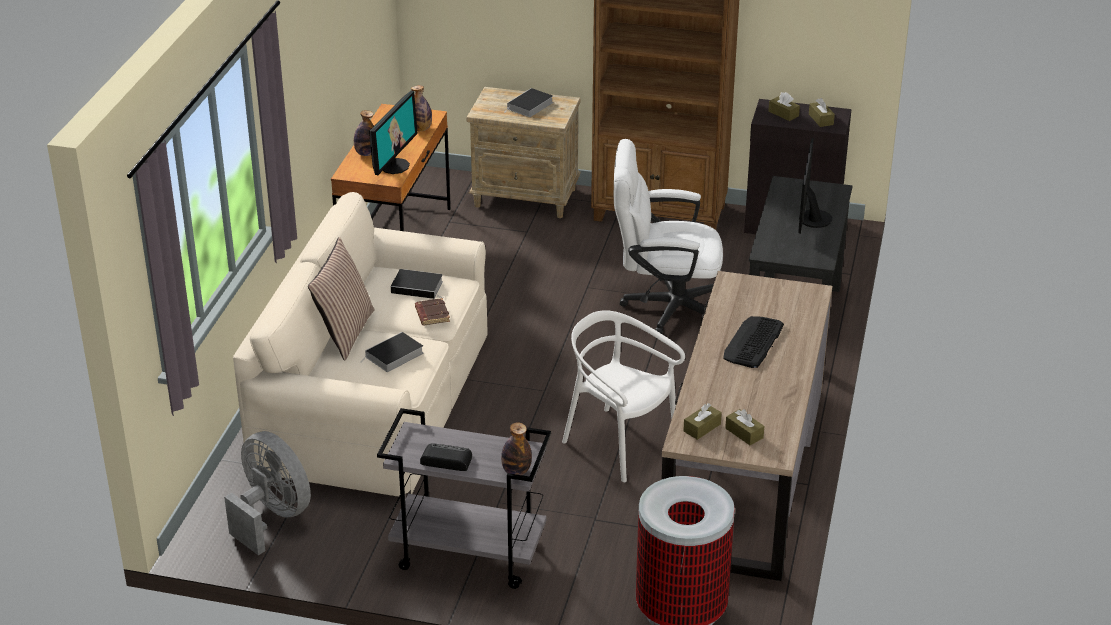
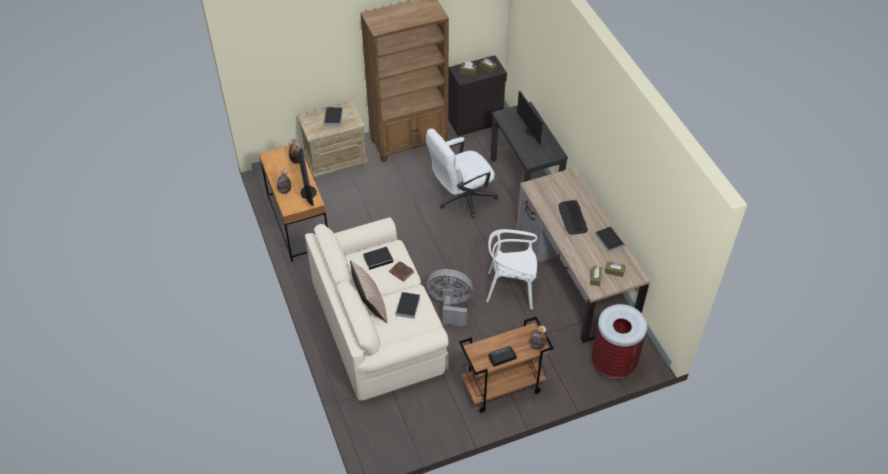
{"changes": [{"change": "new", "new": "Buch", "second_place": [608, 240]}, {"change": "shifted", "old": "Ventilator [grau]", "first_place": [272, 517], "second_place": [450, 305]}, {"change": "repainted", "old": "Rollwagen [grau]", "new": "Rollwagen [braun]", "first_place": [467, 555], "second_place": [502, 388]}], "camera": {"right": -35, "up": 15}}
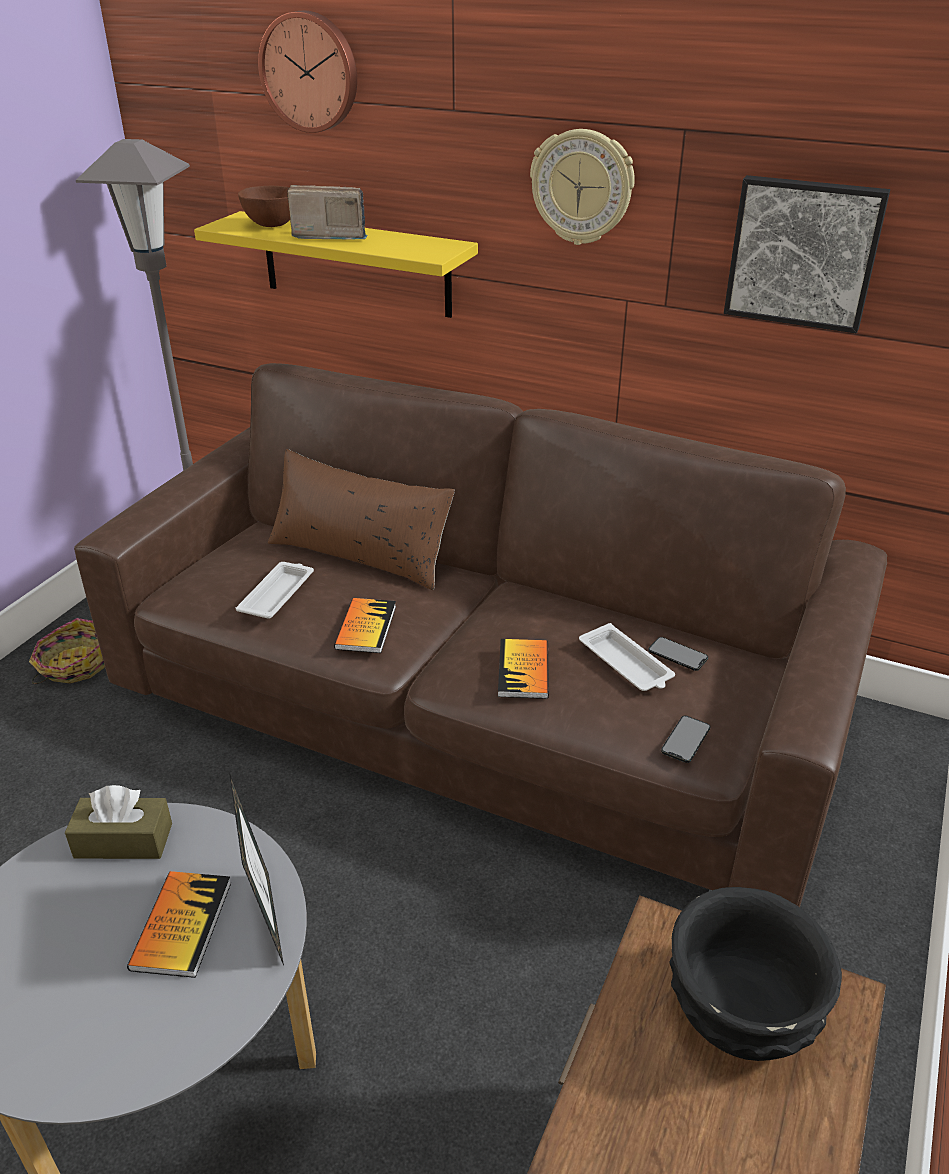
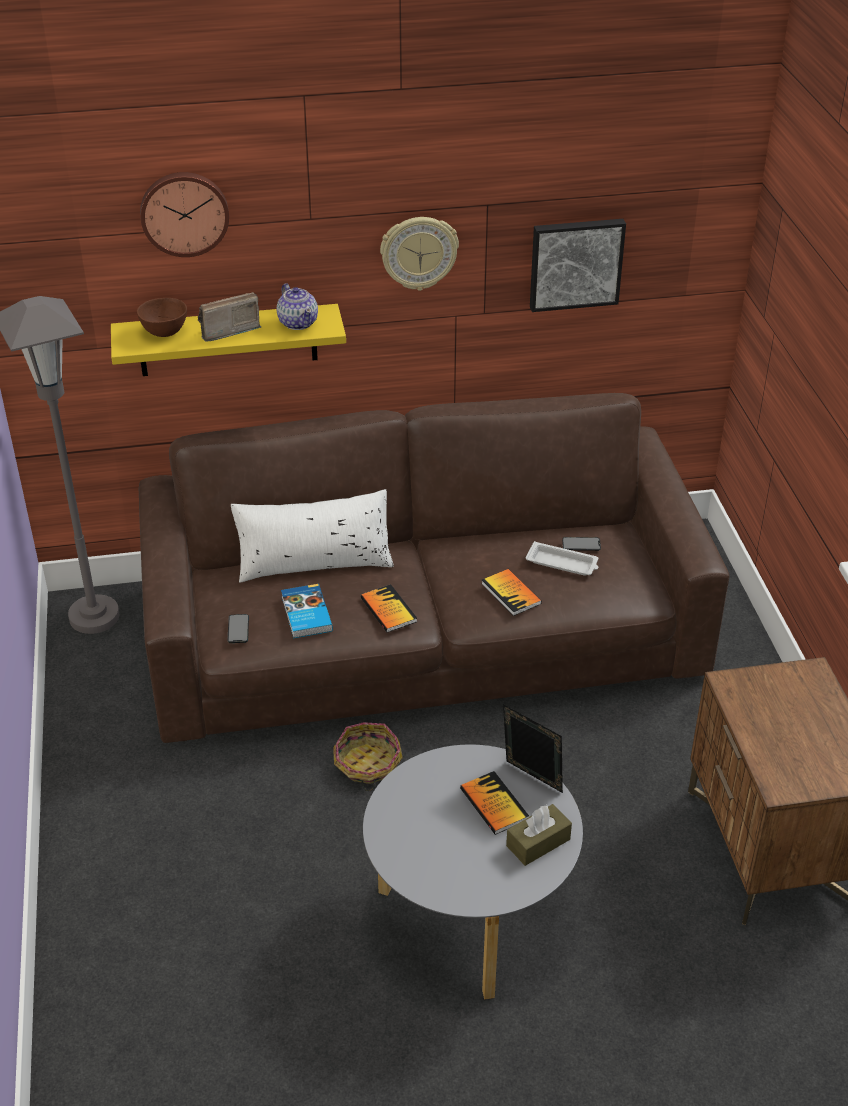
{"changes": [{"change": "gone", "old": "Schüssel [schwarz]", "first_place": [741, 1006]}, {"change": "new", "new": "Teekanne", "second_place": [298, 322]}, {"change": "shifted", "old": "Korb", "first_place": [74, 664], "second_place": [367, 764]}, {"change": "shifted", "old": "Taschentuchbox [braun]", "first_place": [123, 841], "second_place": [538, 842]}, {"change": "shifted", "old": "Handy", "first_place": [685, 739], "second_place": [238, 629]}, {"change": "swapped", "old": "Tablett [weiß]", "new": "Buch", "first_place": [277, 594], "second_place": [305, 614]}, {"change": "repainted", "old": "Kissen [braun]", "new": "Kissen [weiß]", "first_place": [360, 554], "second_place": [314, 562]}], "camera": {"right": -35, "up": 5}}
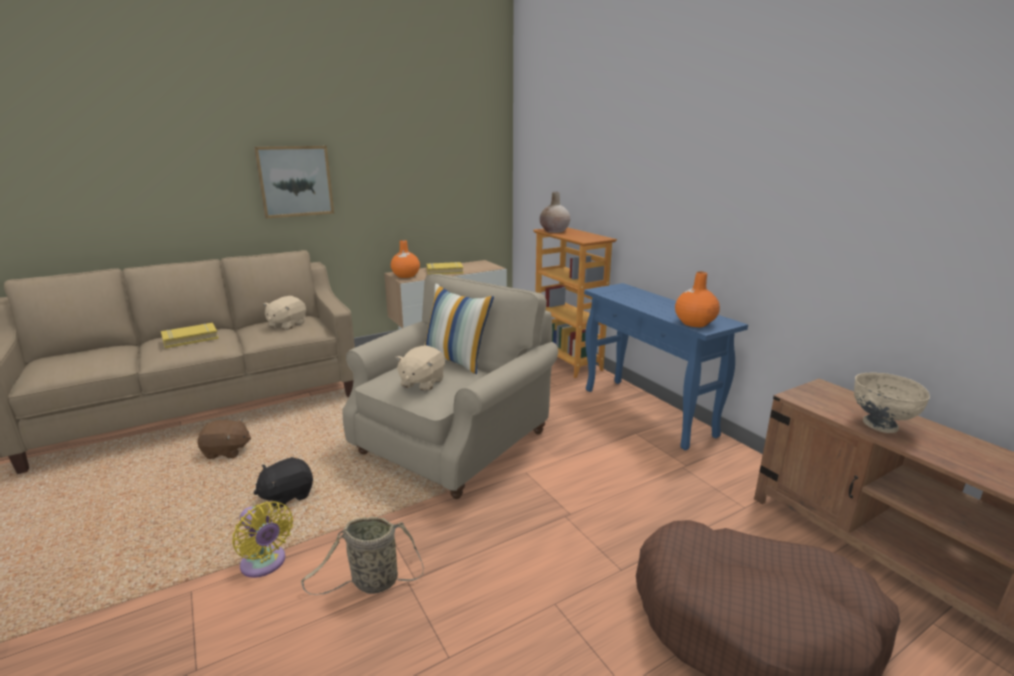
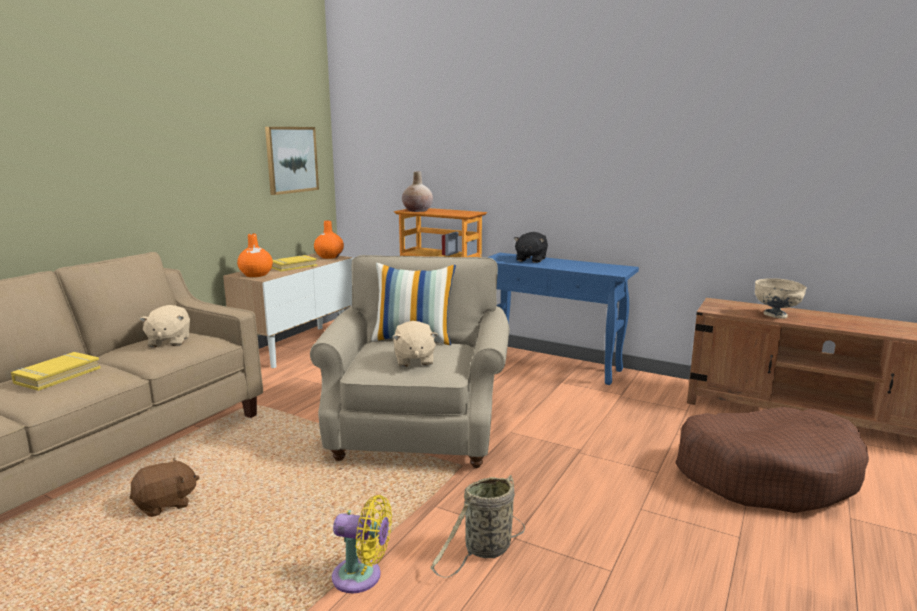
{"changes": [{"change": "shifted", "old": "Bild", "first_place": [295, 181], "second_place": [291, 159]}, {"change": "shifted", "old": "Plüschtier [schwarz]", "first_place": [287, 495], "second_place": [530, 259]}, {"change": "shifted", "old": "Vase [orange]", "first_place": [694, 323], "second_place": [329, 257]}], "camera": {"right": -30, "up": -5}}
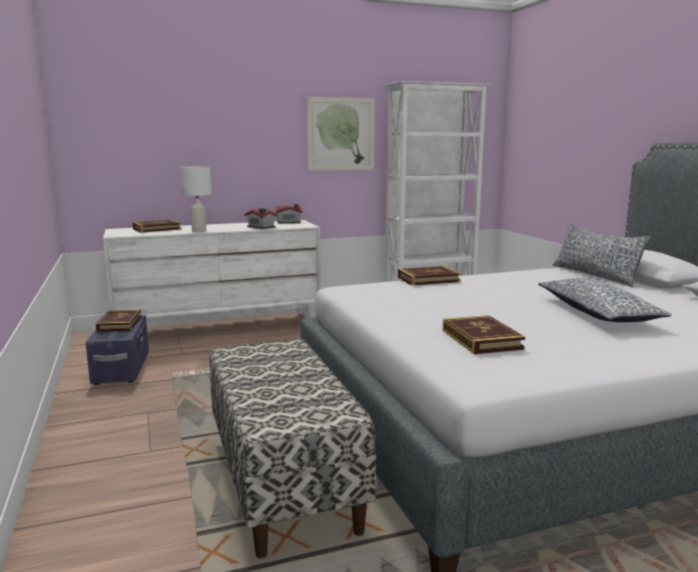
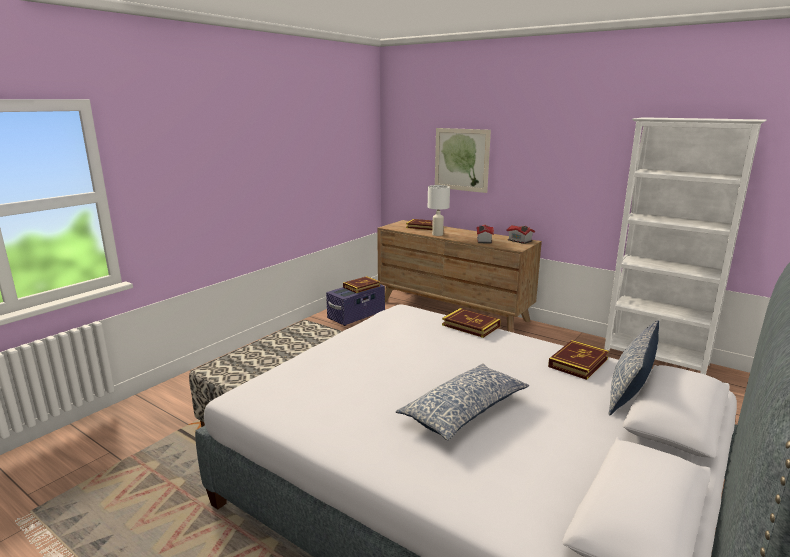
{"changes": [{"change": "shifted", "old": "Bild", "first_place": [341, 134], "second_place": [461, 159]}, {"change": "shifted", "old": "Buch", "first_place": [481, 339], "second_place": [578, 363]}, {"change": "repainted", "old": "Kommode [weiß]", "new": "Kommode [braun]", "first_place": [219, 328], "second_place": [452, 311]}], "camera": {"right": 55, "up": 5}}
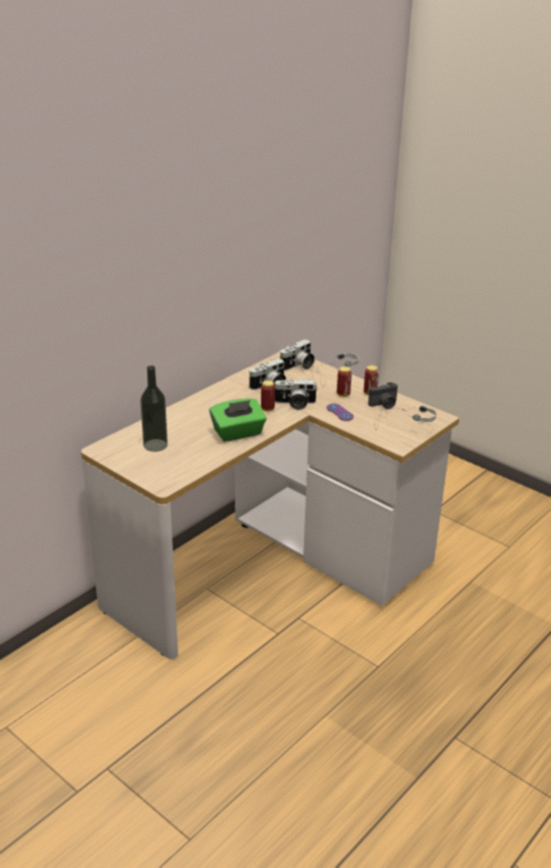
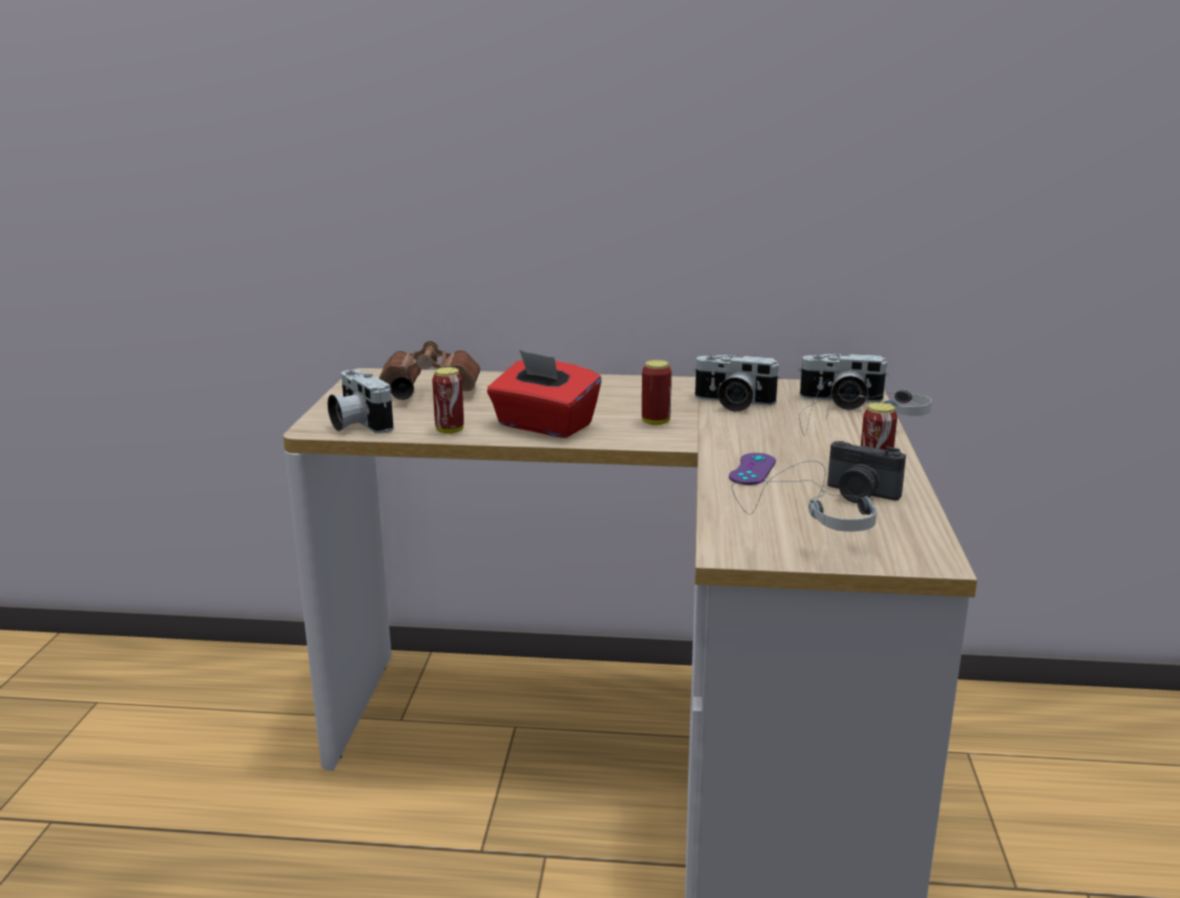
{"changes": [{"change": "shifted", "old": "Kamera", "first_place": [295, 404], "second_place": [357, 424]}, {"change": "shifted", "old": "Dose", "first_place": [343, 394], "second_place": [450, 430]}, {"change": "swapped", "old": "Flasche", "new": "Fernglas [braun]", "first_place": [155, 445], "second_place": [426, 395]}, {"change": "repainted", "old": "Taschentuchbox [grün]", "new": "Taschentuchbox [rot]", "first_place": [238, 433], "second_place": [544, 426]}], "camera": {"right": 55, "up": -10}}
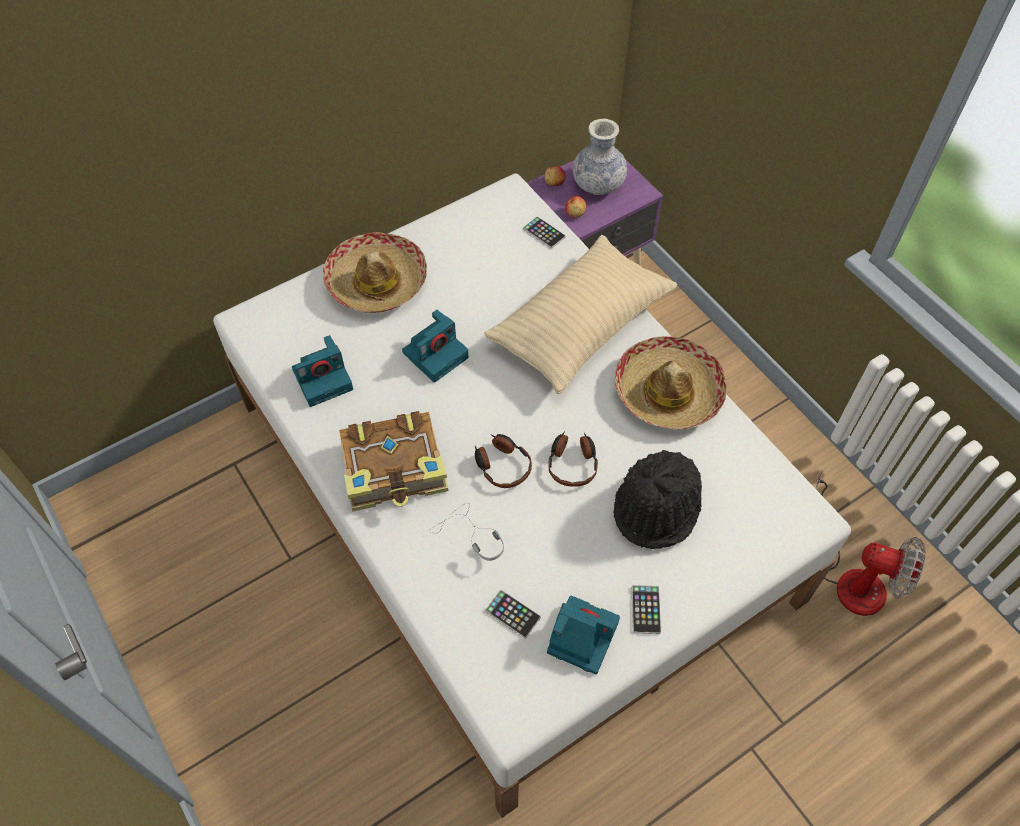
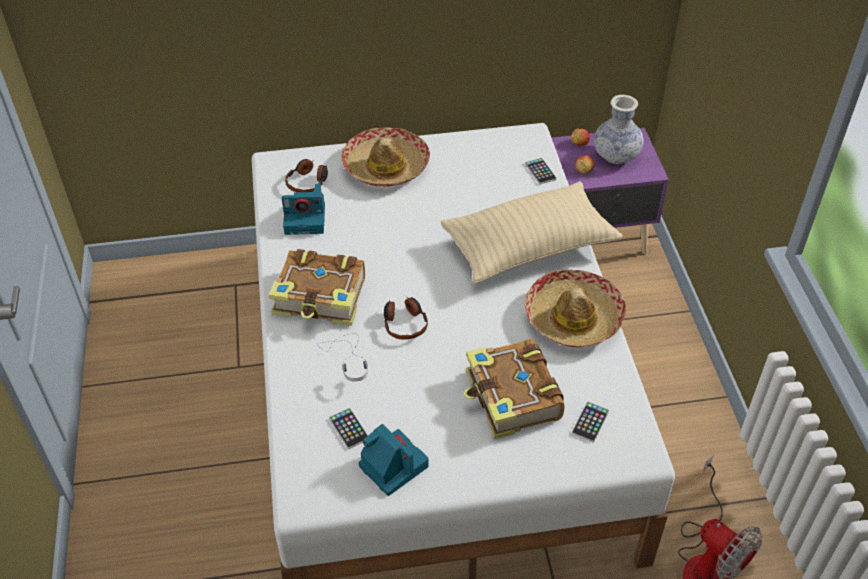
{"changes": [{"change": "gone", "old": "Kamera", "first_place": [436, 354]}, {"change": "shifted", "old": "Kopfhörer", "first_place": [572, 463], "second_place": [308, 182]}, {"change": "shifted", "old": "Handy", "first_place": [646, 609], "second_place": [590, 422]}, {"change": "swapped", "old": "Hut [schwarz]", "new": "Buch", "first_place": [657, 508], "second_place": [512, 398]}], "camera": {"right": 25, "up": -10}}
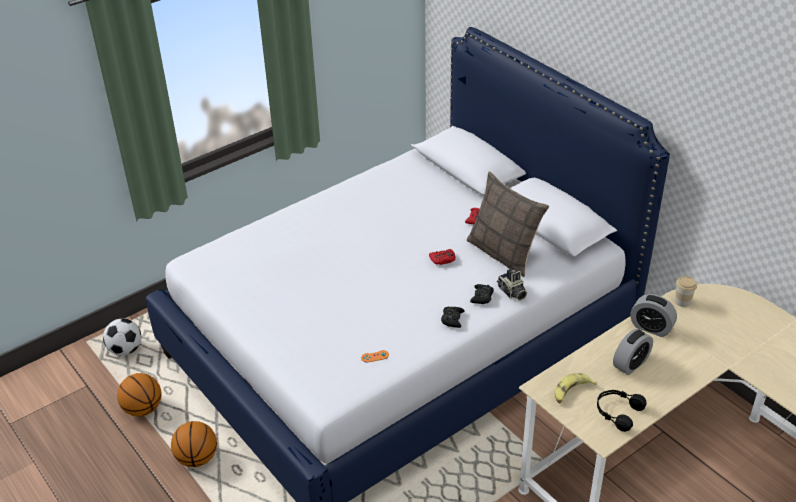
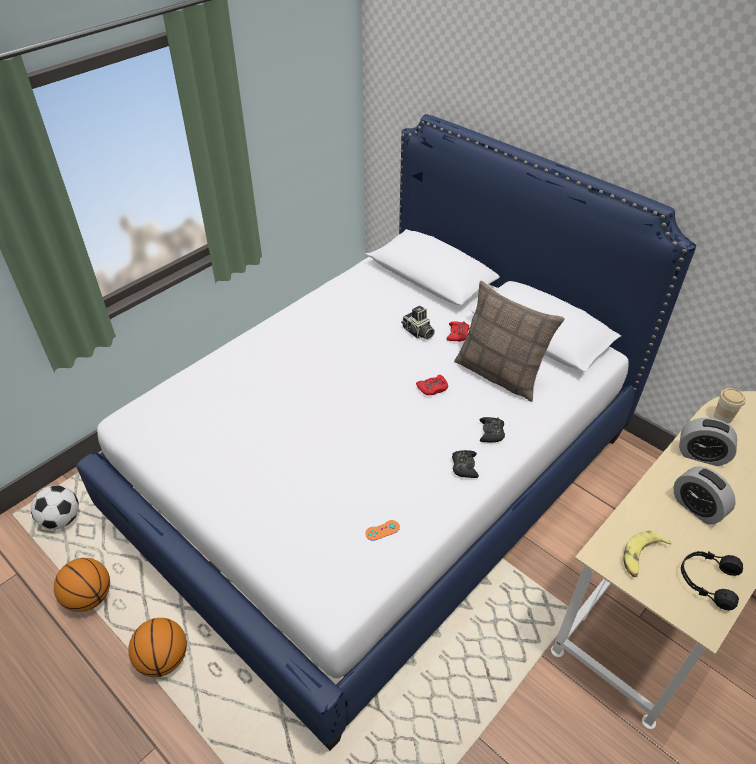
{"changes": [{"change": "shifted", "old": "Kamera", "first_place": [511, 292], "second_place": [418, 332]}, {"change": "rotated", "old": "Wecker", "first_place": [630, 364], "second_place": [697, 508], "degrees": 105}], "camera": {"right": -10, "up": 5}}
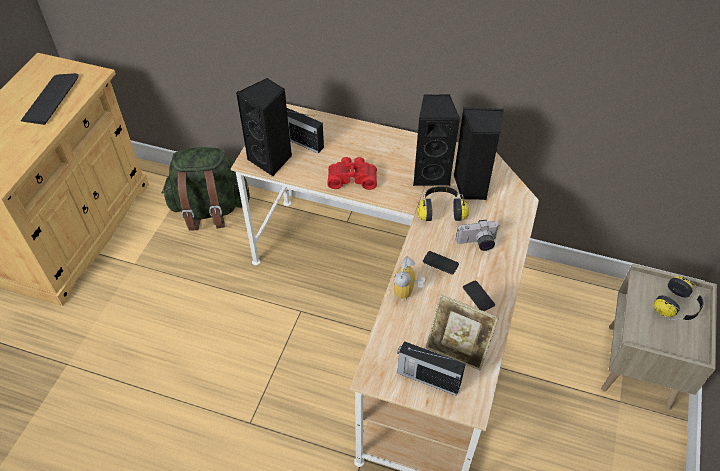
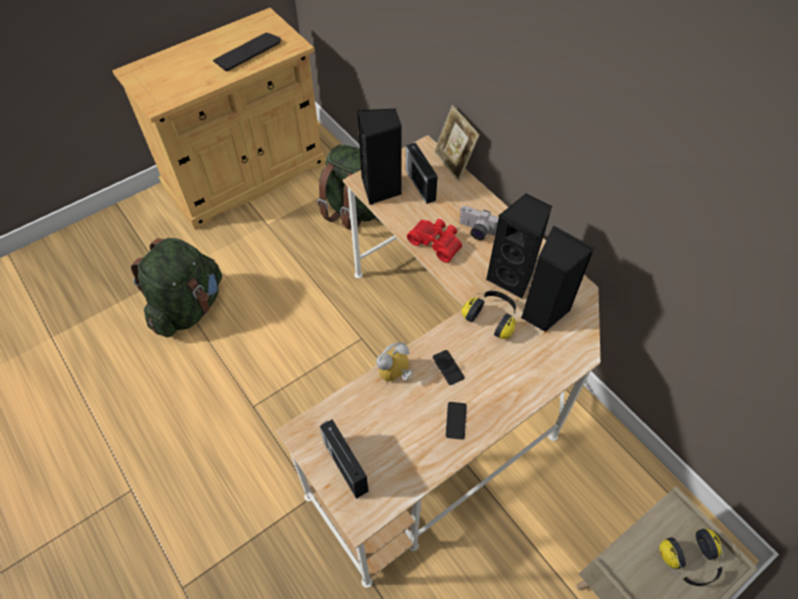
{"changes": [{"change": "new", "new": "Rucksack [grün]", "second_place": [189, 307]}, {"change": "shifted", "old": "Bilderrahmen", "first_place": [457, 350], "second_place": [453, 163]}, {"change": "shifted", "old": "Kamera", "first_place": [477, 243], "second_place": [476, 231]}], "camera": {"right": 35, "up": 5}}
